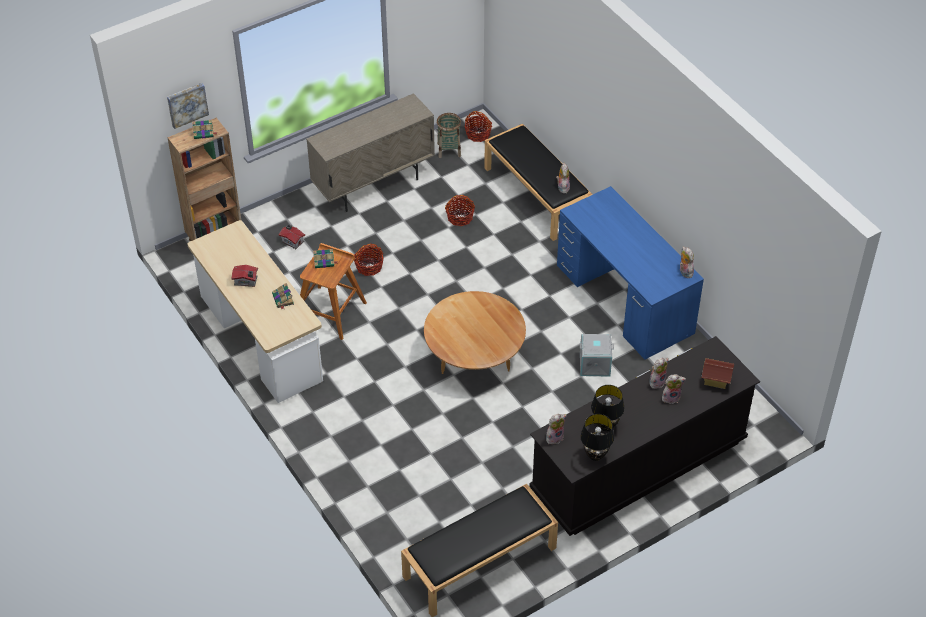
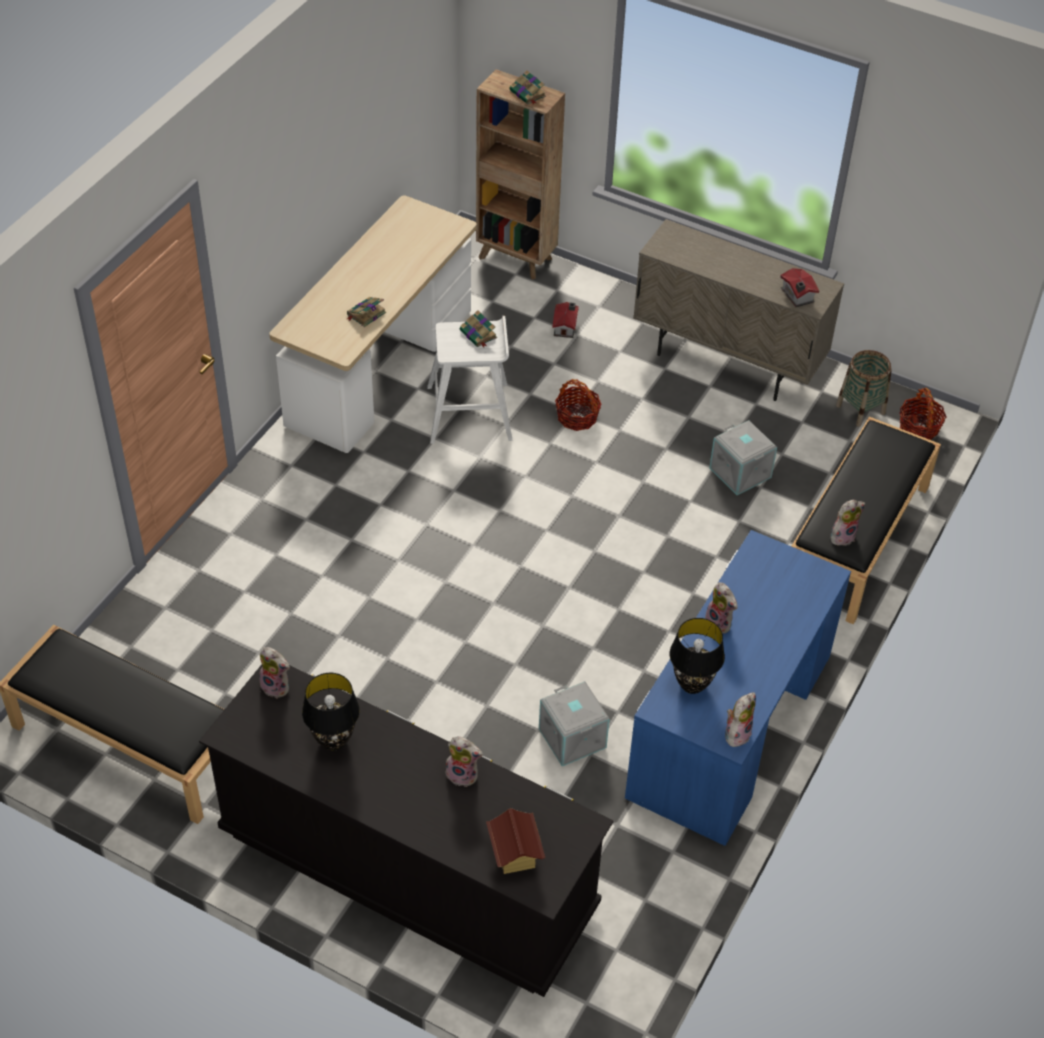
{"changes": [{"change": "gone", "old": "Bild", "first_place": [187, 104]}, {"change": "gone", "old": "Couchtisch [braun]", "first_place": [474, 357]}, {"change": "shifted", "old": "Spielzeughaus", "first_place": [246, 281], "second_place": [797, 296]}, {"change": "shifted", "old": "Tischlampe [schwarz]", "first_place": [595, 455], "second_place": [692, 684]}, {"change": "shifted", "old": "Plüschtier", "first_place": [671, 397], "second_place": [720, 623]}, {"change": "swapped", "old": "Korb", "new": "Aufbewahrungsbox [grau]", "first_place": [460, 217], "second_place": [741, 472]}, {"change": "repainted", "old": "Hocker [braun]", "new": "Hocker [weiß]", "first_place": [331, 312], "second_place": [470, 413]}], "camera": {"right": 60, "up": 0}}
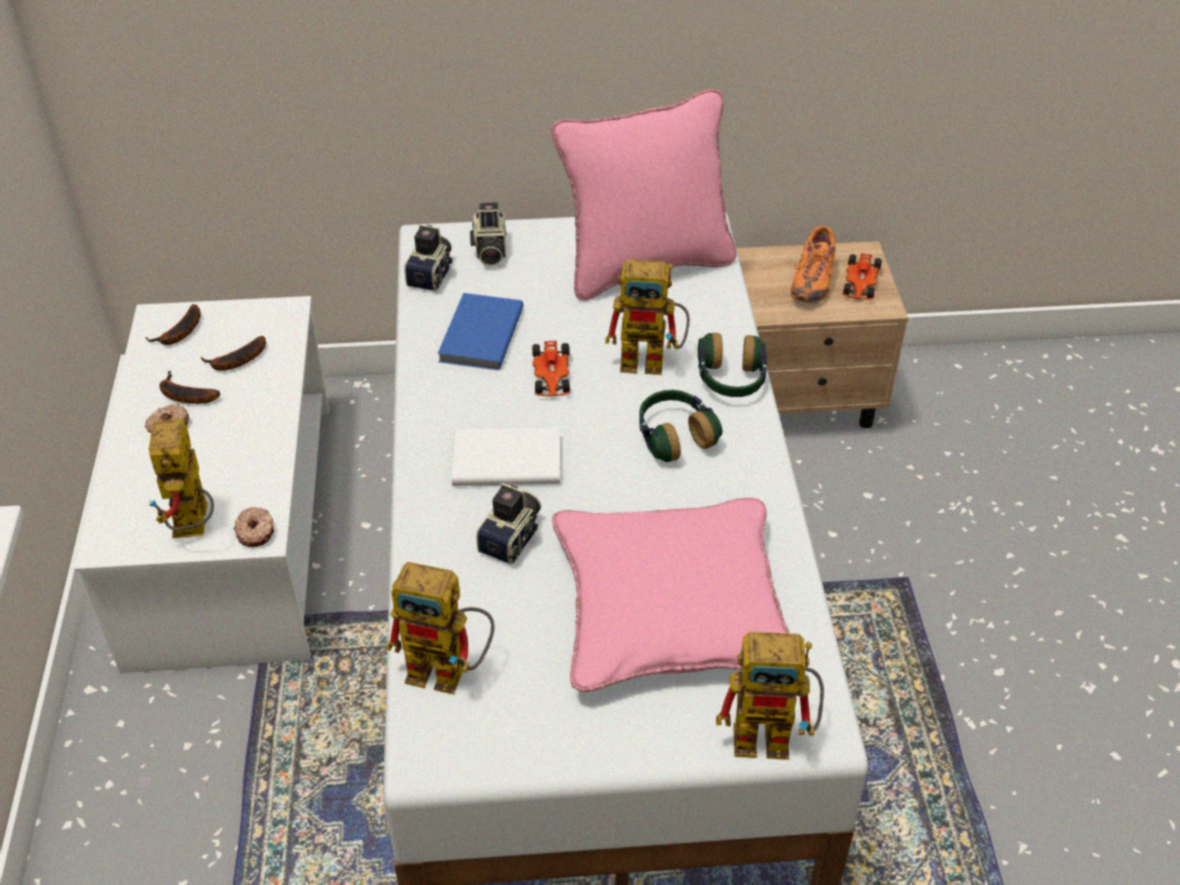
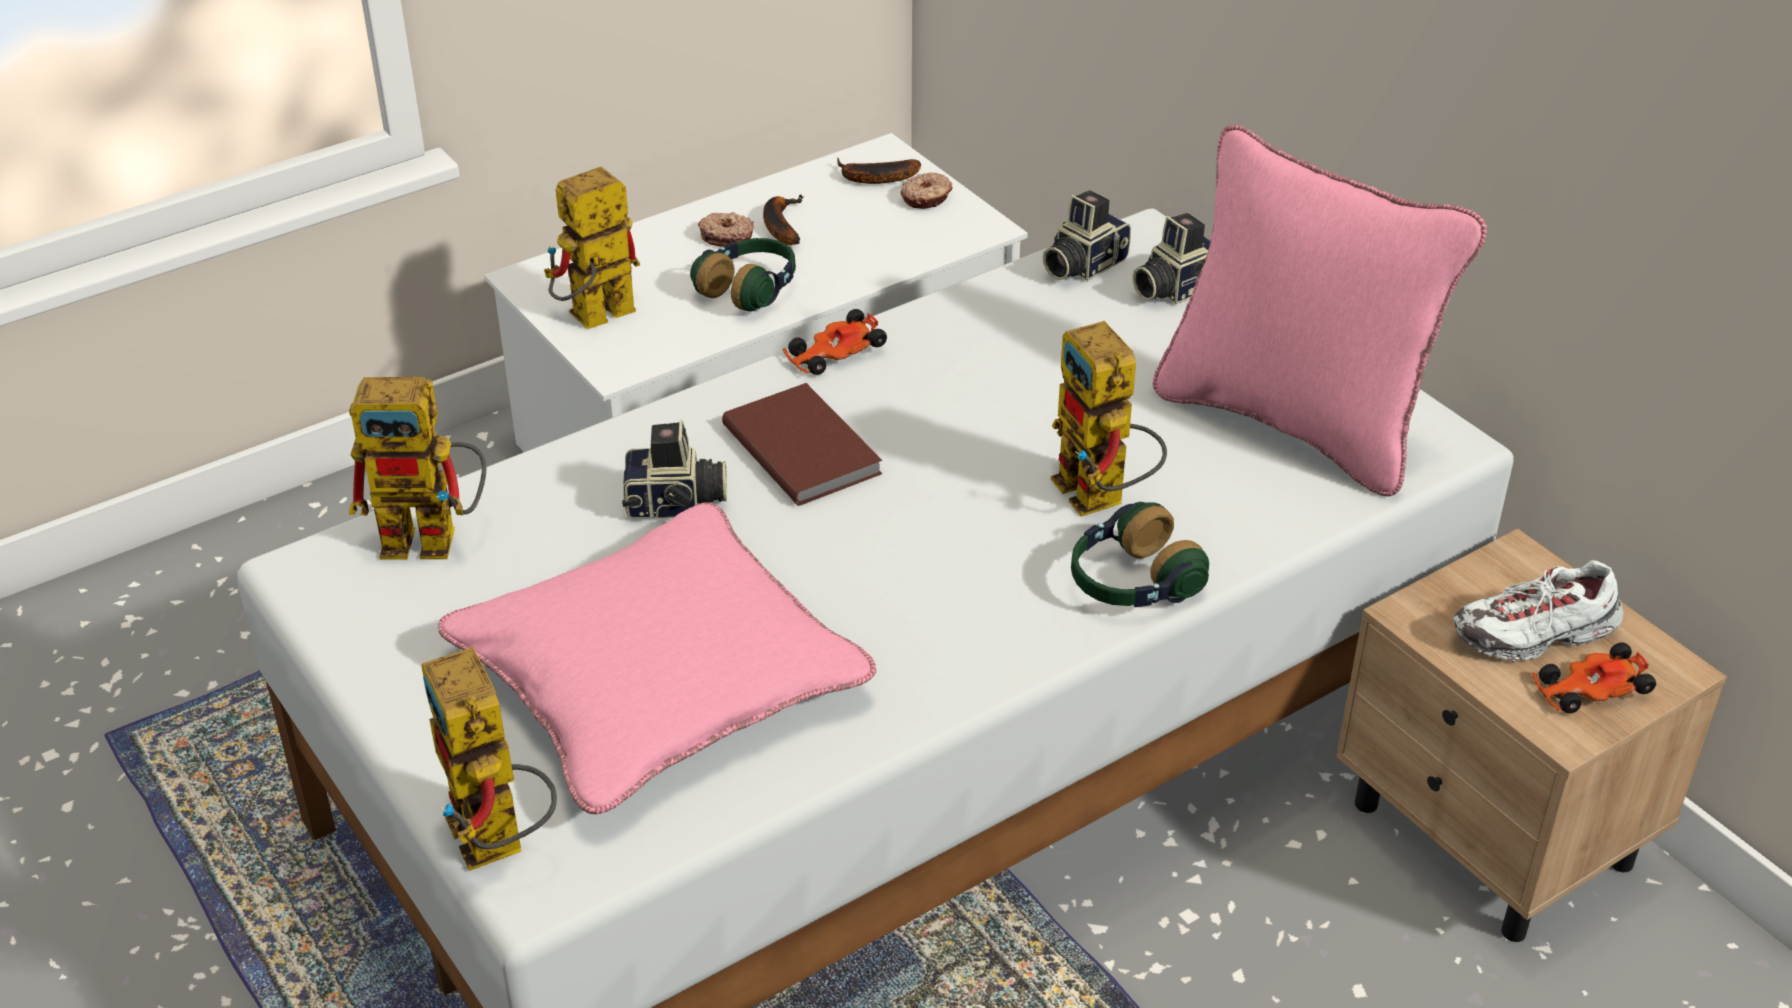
{"changes": [{"change": "gone", "old": "Banane", "first_place": [236, 361]}, {"change": "gone", "old": "Buch [blau]", "first_place": [478, 335]}, {"change": "shifted", "old": "Donut", "first_place": [256, 532], "second_place": [927, 198]}, {"change": "shifted", "old": "Spielzeugauto", "first_place": [551, 376], "second_place": [833, 354]}, {"change": "shifted", "old": "Kopfhörer", "first_place": [674, 436], "second_place": [750, 290]}, {"change": "repainted", "old": "Buch [weiß]", "new": "Buch [braun]", "first_place": [505, 459], "second_place": [804, 447]}, {"change": "repainted", "old": "Schuh [orange]", "new": "Schuh [weiß]", "first_place": [812, 281], "second_place": [1535, 635]}, {"change": "rotated", "old": "Spielzeugroboter", "first_place": [450, 671], "second_place": [436, 537], "degrees": -75}, {"change": "rotated", "old": "Kamera", "first_place": [433, 274], "second_place": [1082, 265], "degrees": 150}], "camera": {"right": 60, "up": -5}}
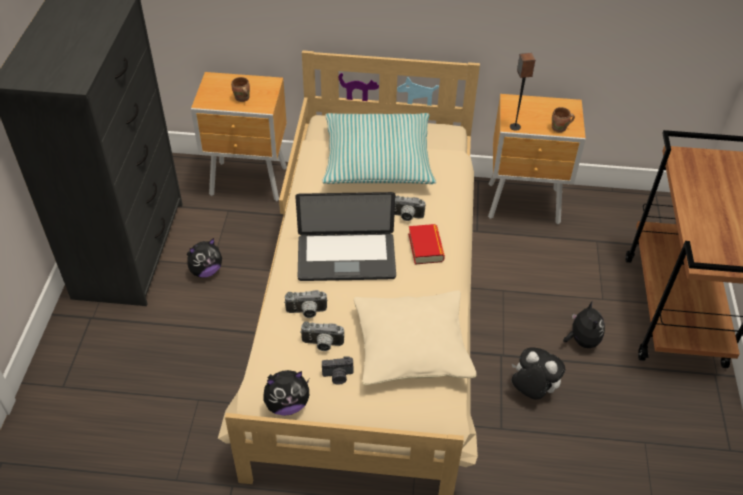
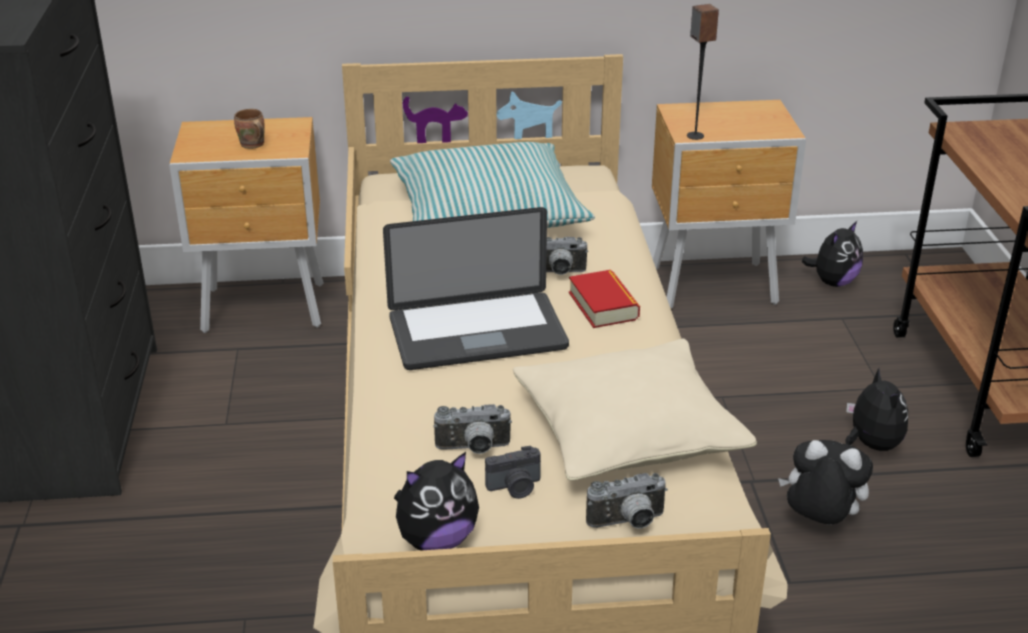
{"changes": [{"change": "gone", "old": "Henkelbecher [braun]", "first_place": [560, 129]}, {"change": "shifted", "old": "Plüschtier", "first_place": [206, 271], "second_place": [833, 282]}, {"change": "shifted", "old": "Kamera", "first_place": [306, 313], "second_place": [628, 523]}], "camera": {"right": -10, "up": -15}}
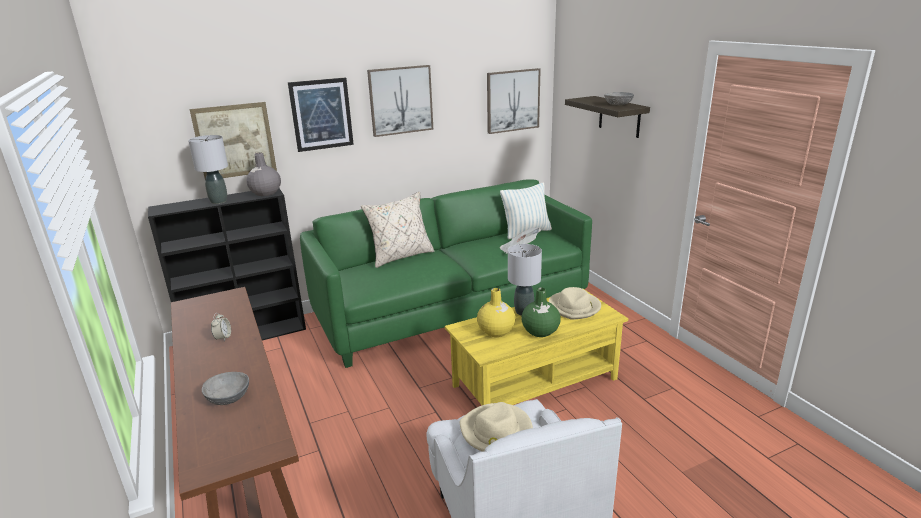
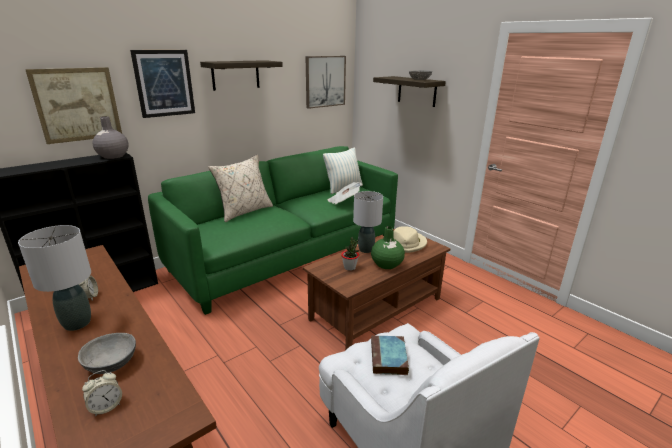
{"changes": [{"change": "new", "new": "Wecker", "second_place": [106, 406]}, {"change": "shifted", "old": "Tischlampe [grau]", "first_place": [218, 201], "second_place": [77, 323]}, {"change": "swapped", "old": "Bild", "new": "Wandregal", "first_place": [400, 100], "second_place": [235, 75]}, {"change": "swapped", "old": "Hut [beige]", "new": "Buch", "first_place": [496, 432], "second_place": [389, 358]}, {"change": "swapped", "old": "Vase [gelb]", "new": "Topfpflanze", "first_place": [496, 331], "second_place": [349, 268]}, {"change": "repainted", "old": "Couchtisch [gelb]", "new": "Couchtisch [braun]", "first_place": [535, 382], "second_place": [376, 308]}], "camera": {"right": -15, "up": 0}}
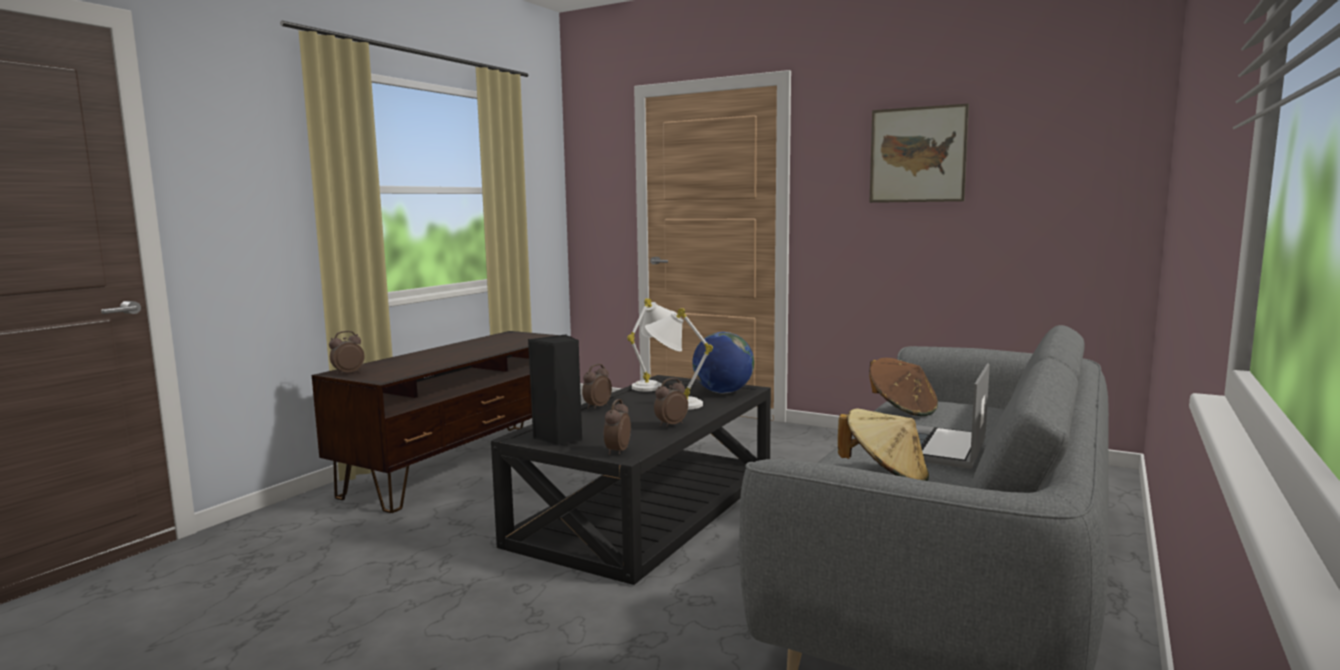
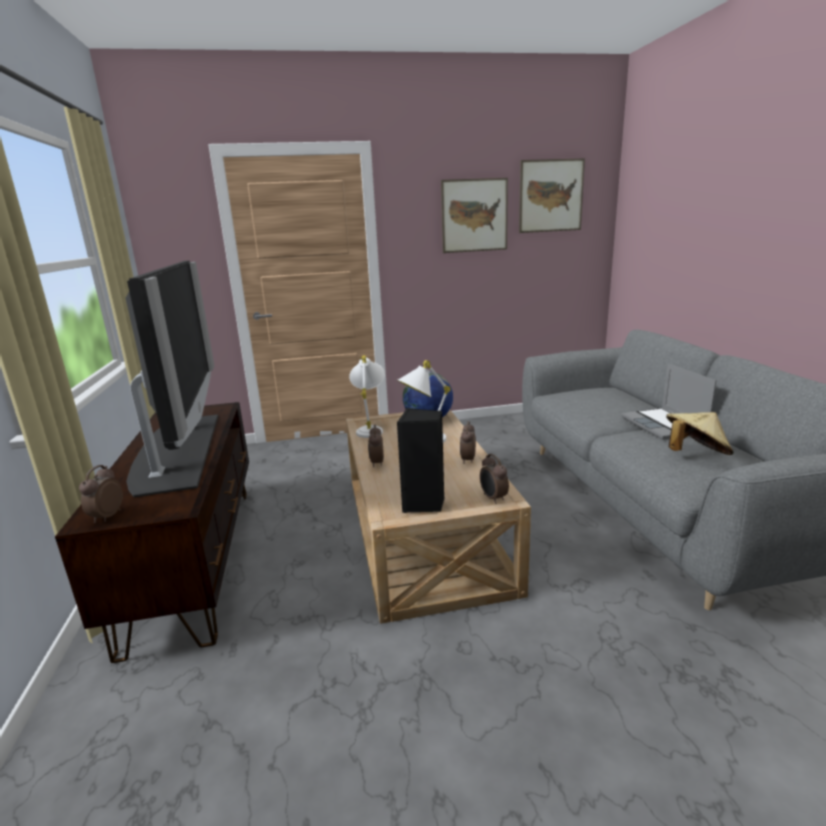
{"changes": [{"change": "gone", "old": "Hut [braun]", "first_place": [902, 409]}, {"change": "new", "new": "Fernseher", "second_place": [178, 450]}, {"change": "new", "new": "Bild", "second_place": [551, 196]}, {"change": "repainted", "old": "Couchtisch [schwarz]", "new": "Couchtisch [beige]", "first_place": [650, 507], "second_place": [424, 529]}], "camera": {"right": -40, "up": 10}}
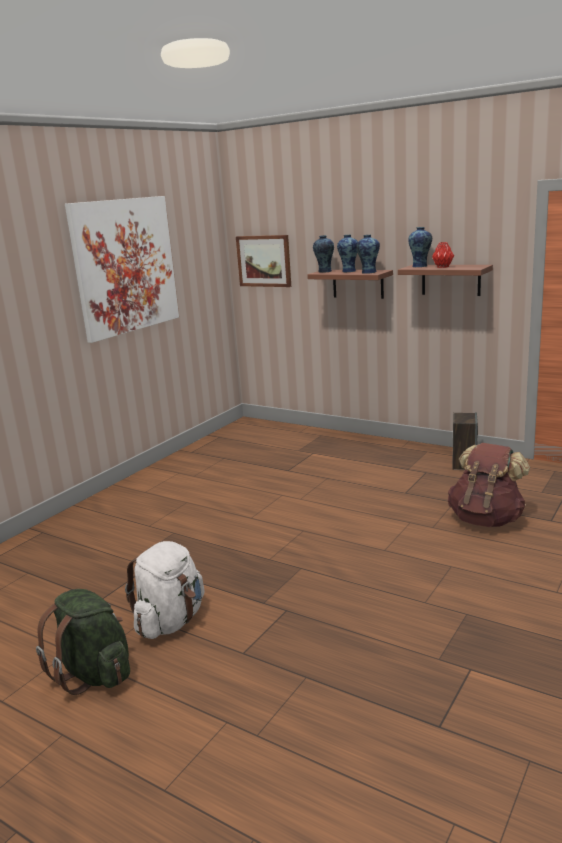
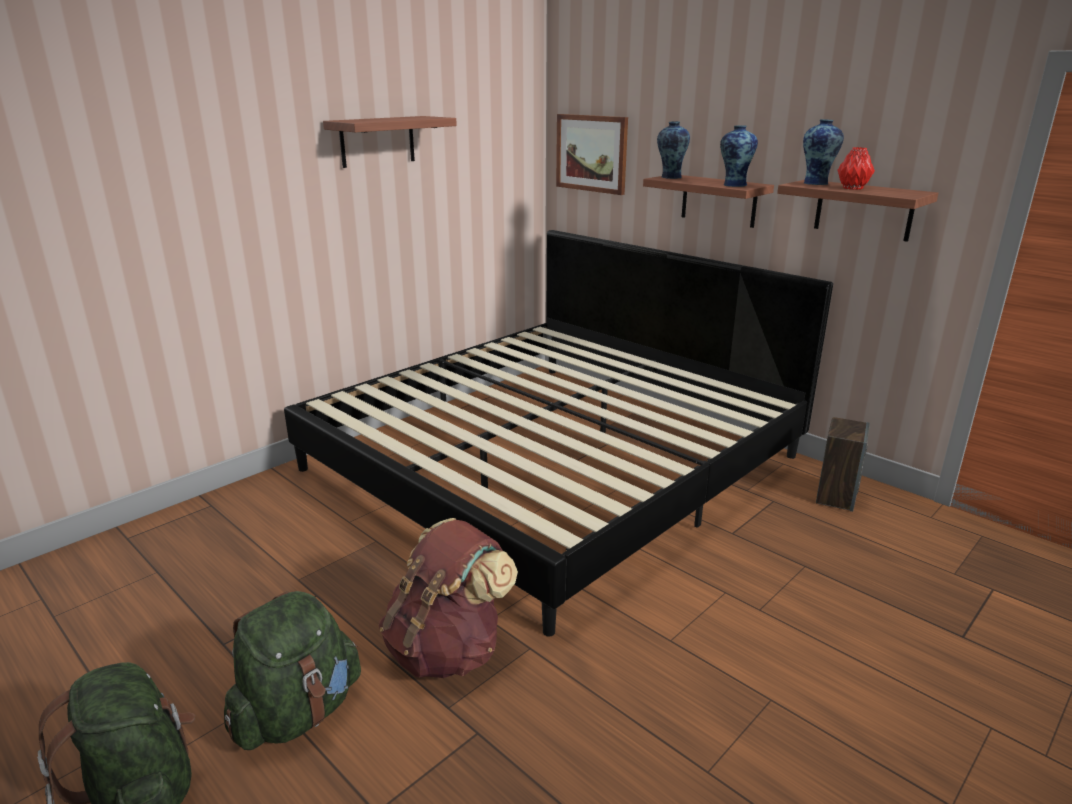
{"changes": [{"change": "gone", "old": "Vase", "first_place": [348, 271]}, {"change": "new", "new": "Bett", "second_place": [552, 462]}, {"change": "shifted", "old": "Rucksack [braun]", "first_place": [486, 519], "second_place": [448, 649]}, {"change": "swapped", "old": "Bild", "new": "Wandregal", "first_place": [125, 266], "second_place": [377, 141]}, {"change": "repainted", "old": "Rucksack [weiß]", "new": "Rucksack [grün]", "first_place": [171, 621], "second_place": [298, 713]}], "camera": {"right": 10, "up": 5}}
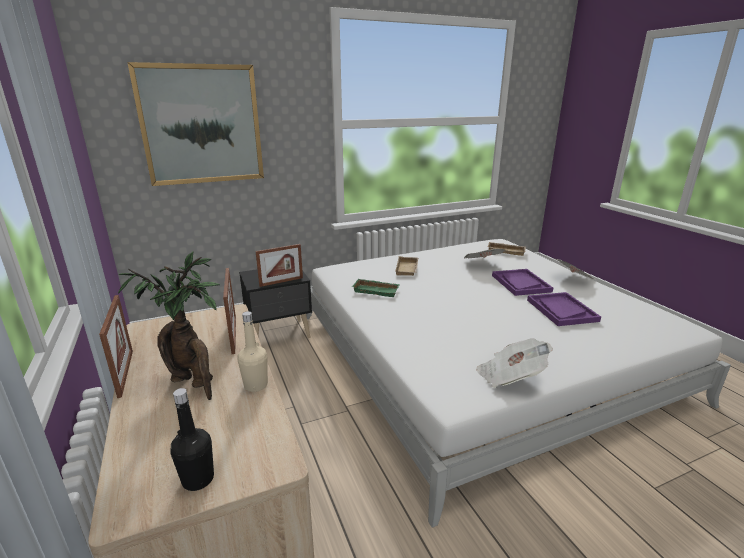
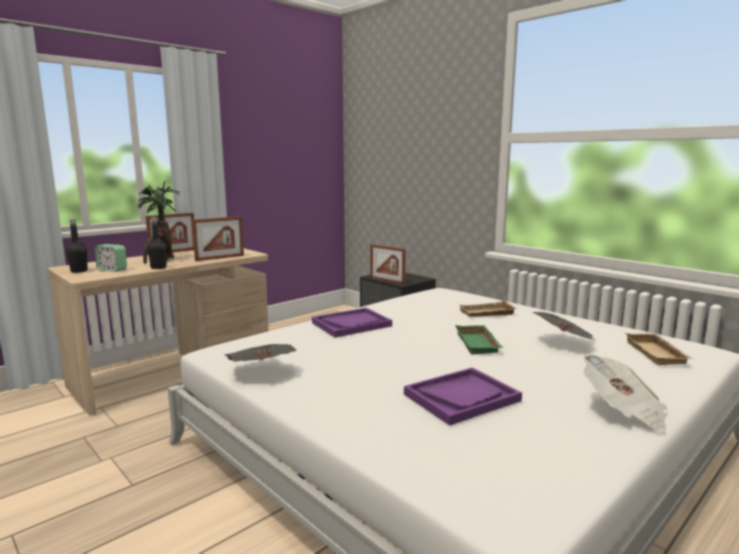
{"changes": [{"change": "gone", "old": "Bild", "first_place": [201, 125]}, {"change": "new", "new": "Wecker", "second_place": [112, 270]}, {"change": "shifted", "old": "Tablett [grün]", "first_place": [377, 290], "second_place": [479, 344]}, {"change": "shifted", "old": "Tablett [lila]", "first_place": [520, 283], "second_place": [351, 324]}, {"change": "repainted", "old": "Flasche [beige]", "new": "Flasche [schwarz]", "first_place": [256, 385], "second_place": [158, 268]}], "camera": {"right": 70, "up": -10}}
